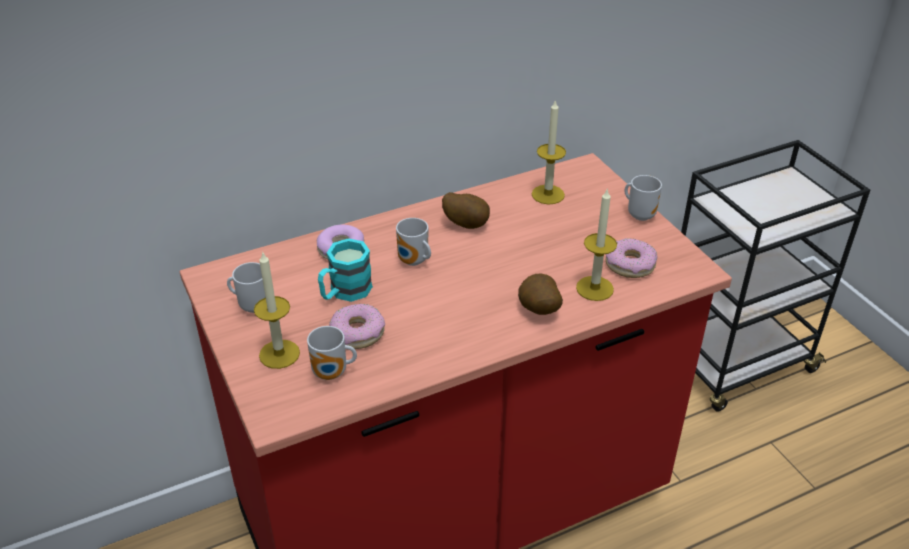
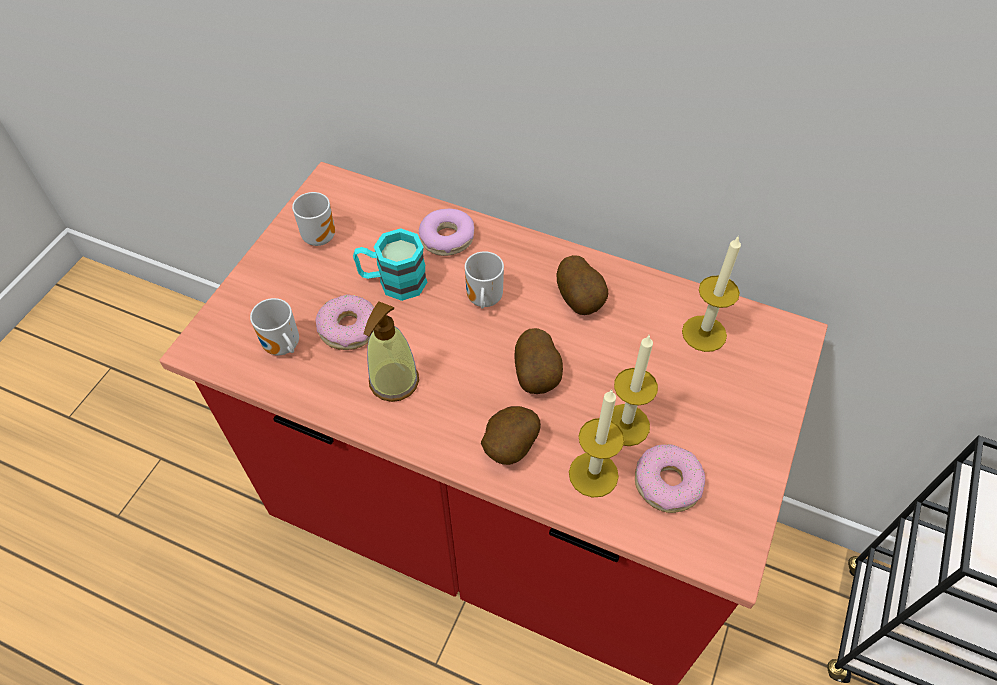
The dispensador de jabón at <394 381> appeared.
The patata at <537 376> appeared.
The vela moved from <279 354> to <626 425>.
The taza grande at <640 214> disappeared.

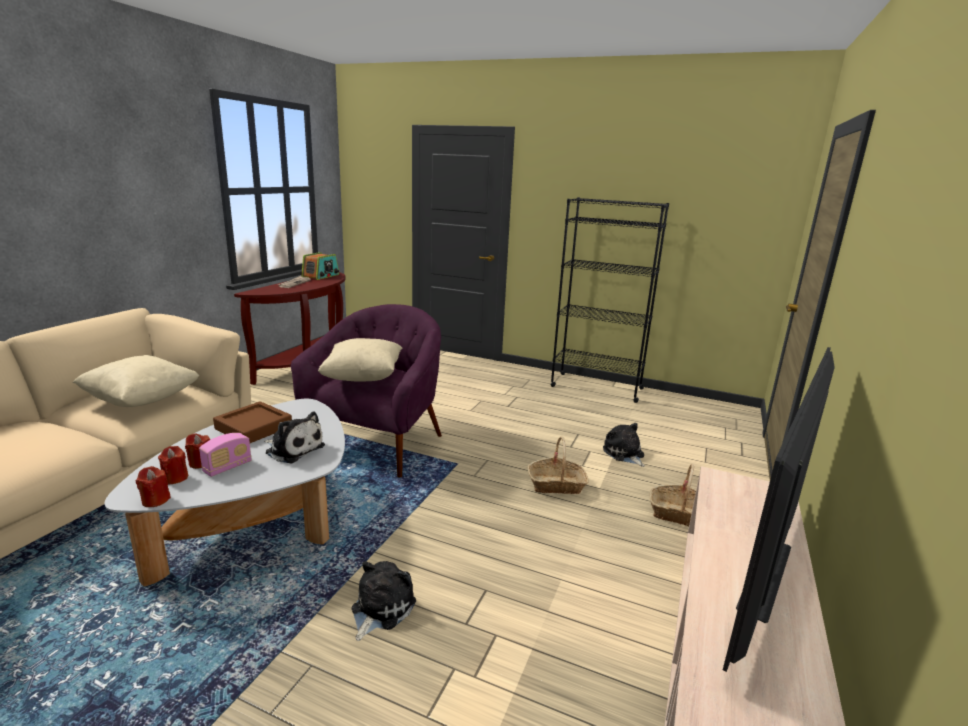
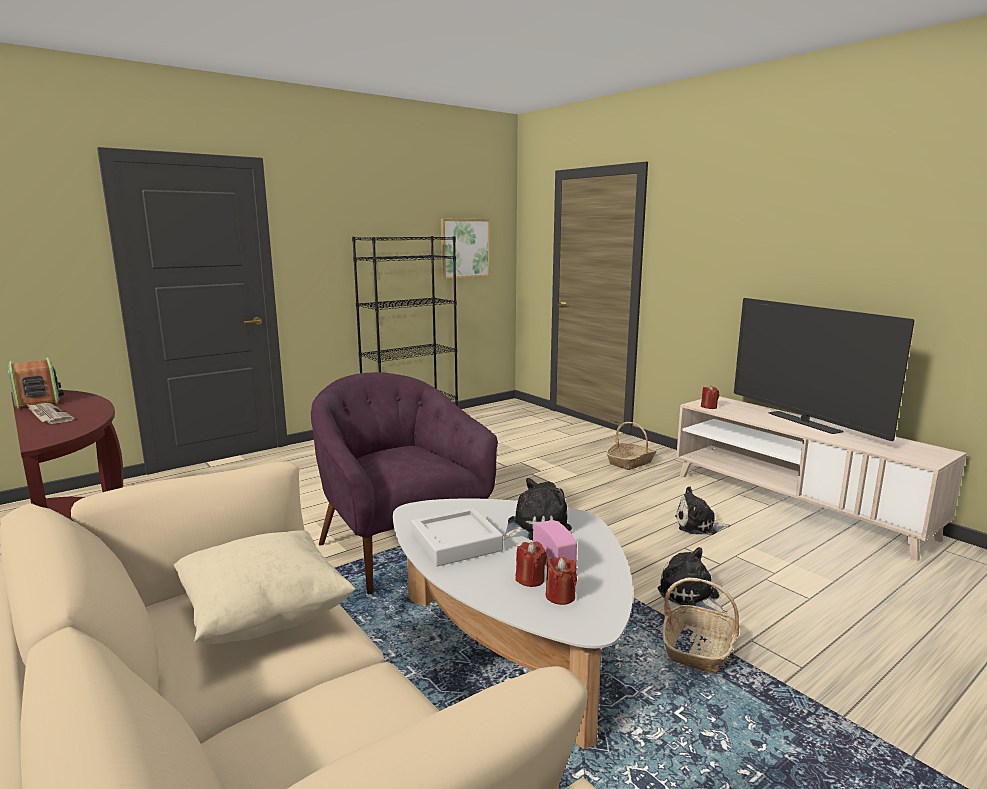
The bandeja (marrón) at <254 427> became the bandeja (gris) at <456 543>.
The cuadro at <465 248> appeared.
The cesta moved from <556 485> to <699 648>.
The peluche moved from <624 454> to <698 526>.
The vela (rojo) moved from <155 500> to <709 407>.
The cojín (beis) at <363 378> disappeared.

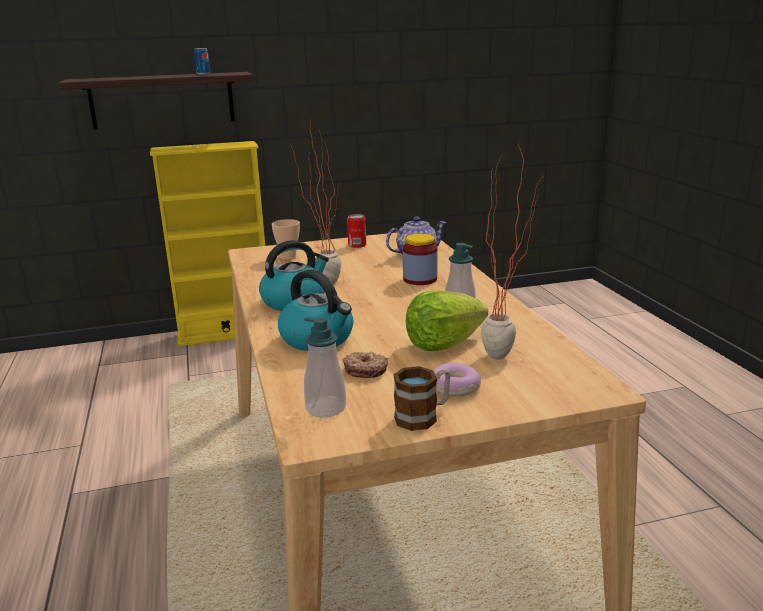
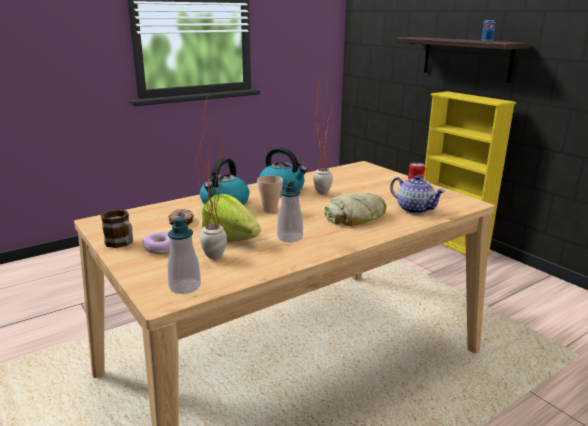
The dispensador de jabón moved from <325 408> to <185 287>.
The taza moved from <288 257> to <270 210>.
The tarro at <420 279> was replaced by the pan at <355 217>.

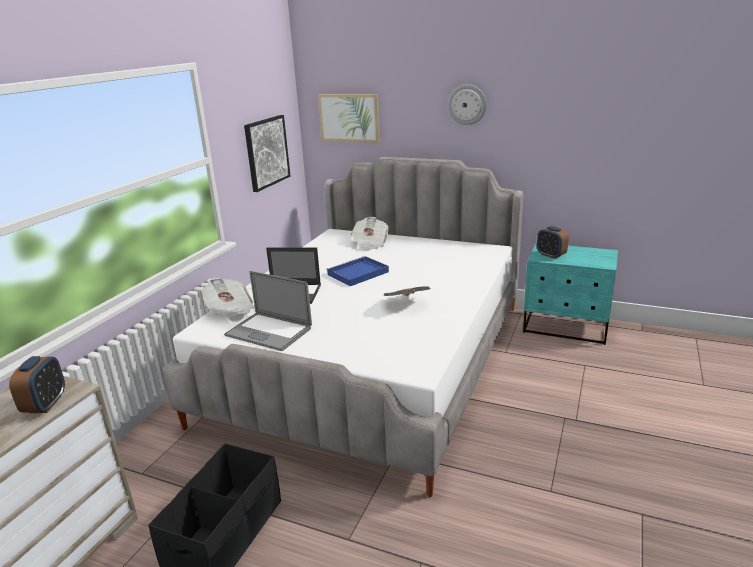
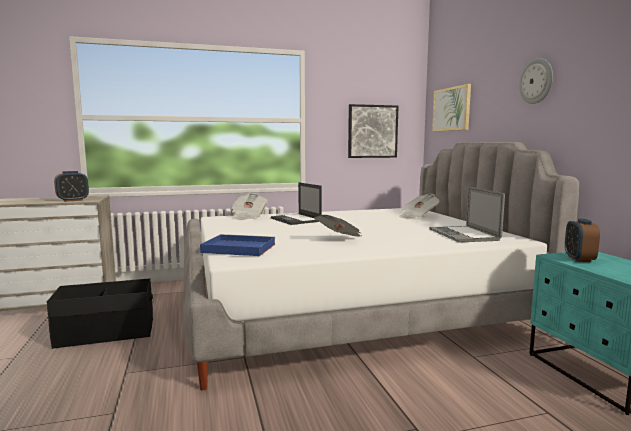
The bandeja (azul) moved from <357 274> to <237 248>.
The portátil moved from <268 332> to <463 234>.

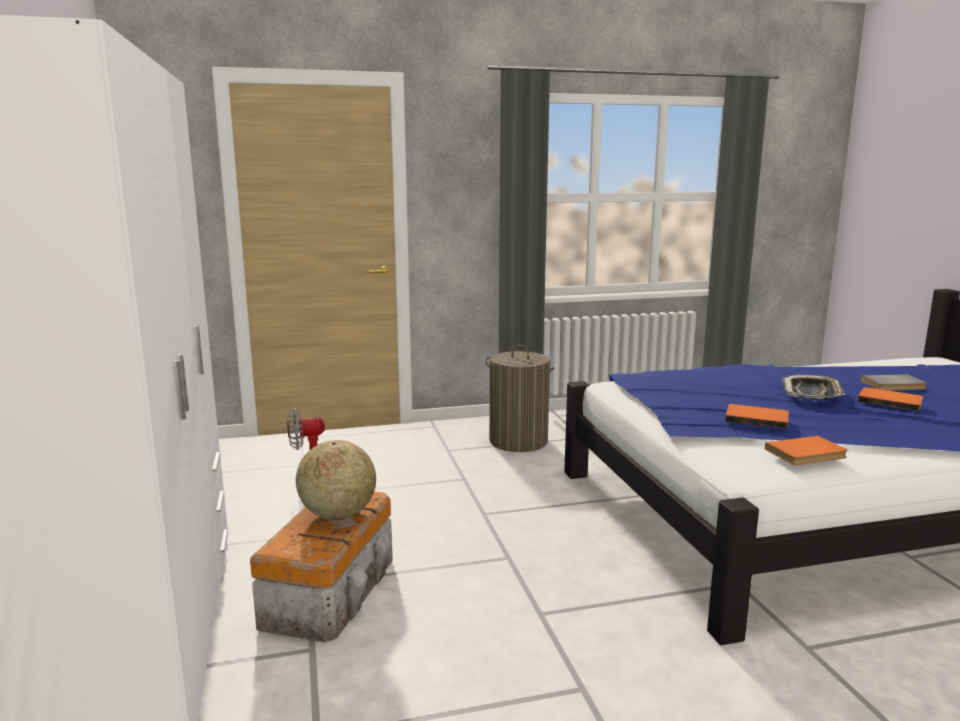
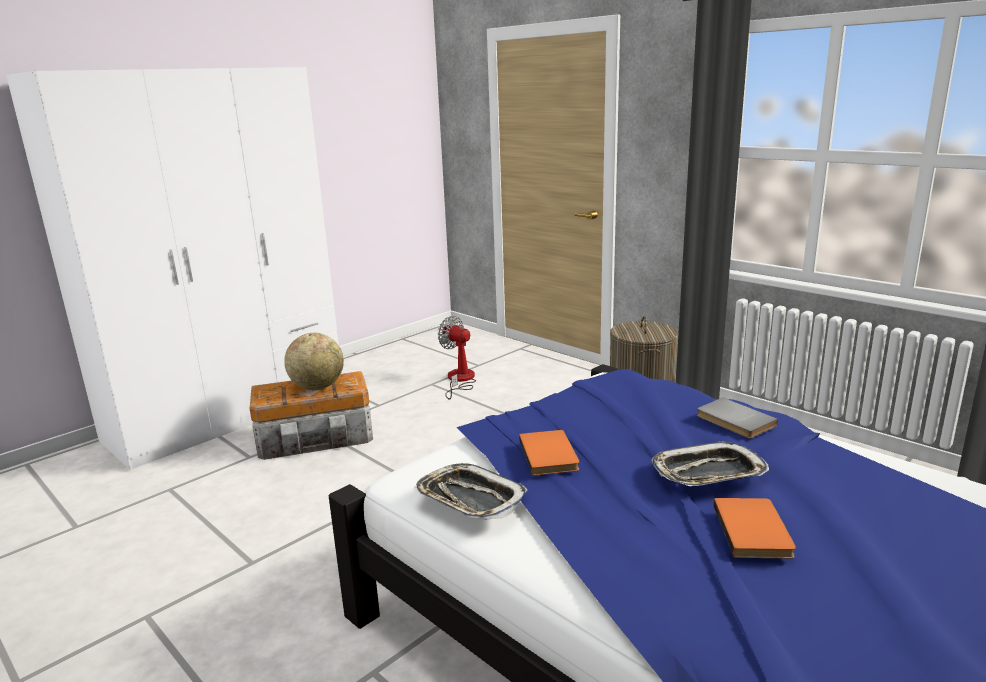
The libro (naranja) at <807 454> was replaced by the bandeja at <470 499>.
The libro (gris) moved from <894 385> to <734 421>.

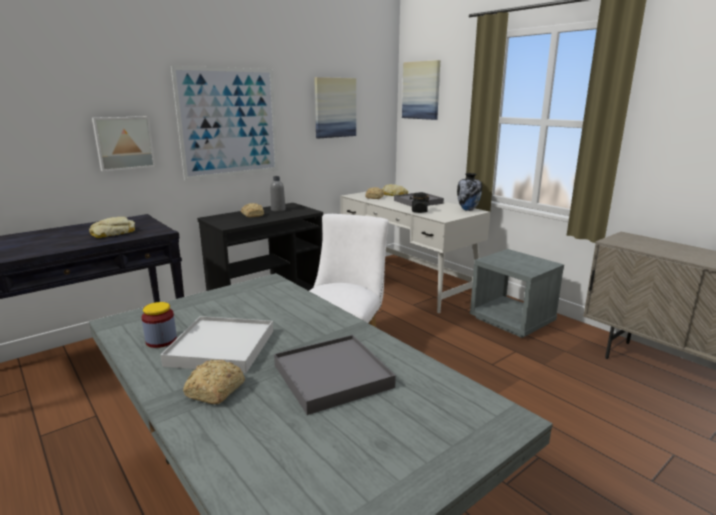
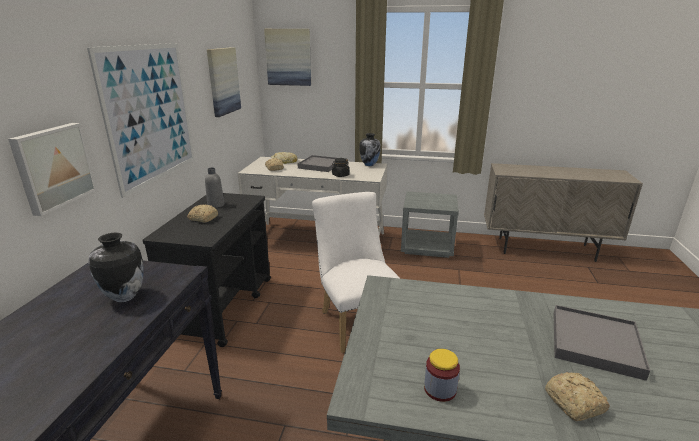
The pan at <113 233> was replaced by the florero at <124 297>.
The bandeja (blanco) at <221 348> disappeared.

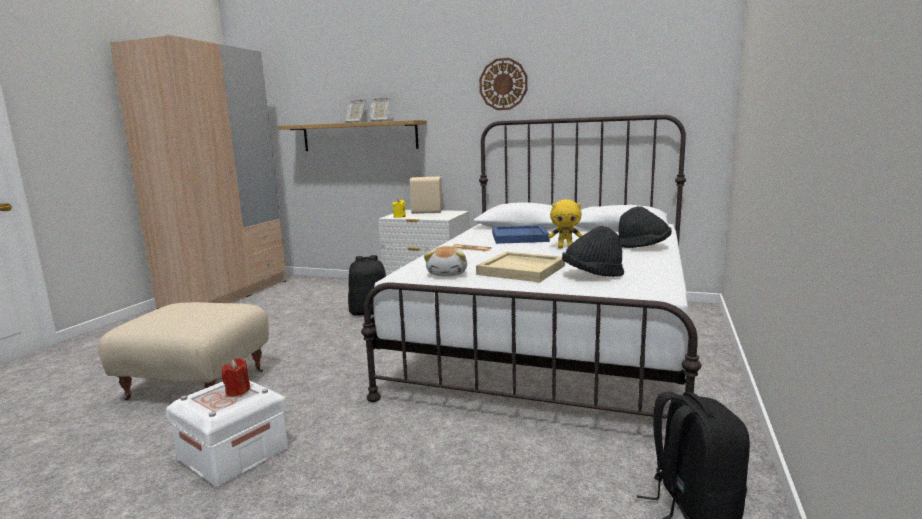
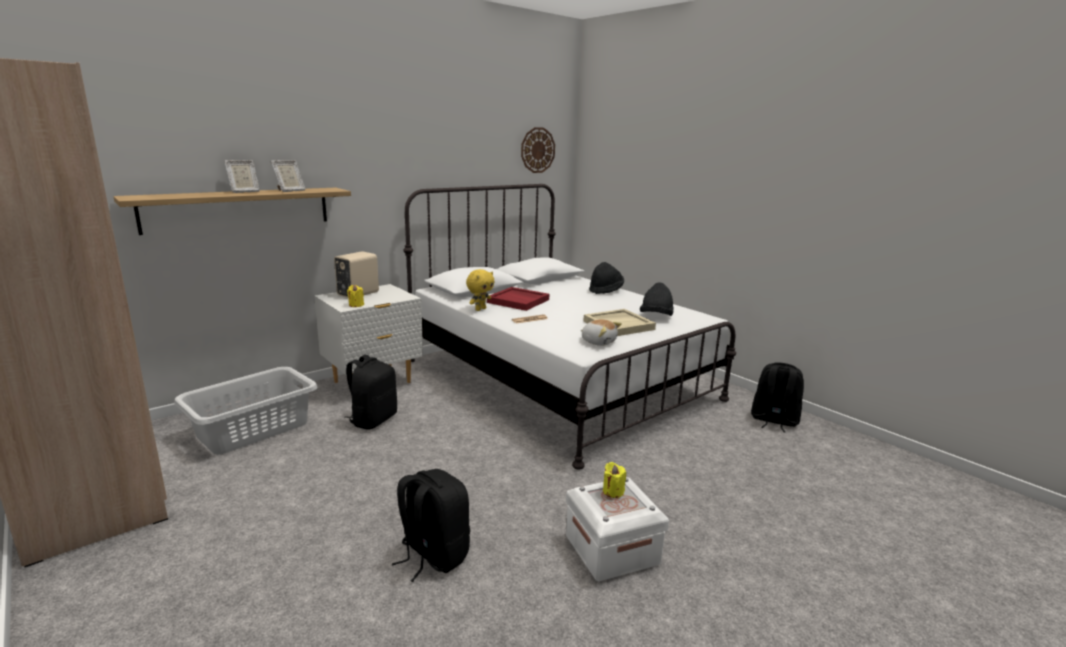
The cesto de la ropa (gris) at <254 429> appeared.
The puf (beis) at <196 385> was replaced by the mochila (negro) at <433 555>.
The peluche (amarillo) moved from <565 247> to <480 309>.
The bandeja (azul) at <520 237> became the bandeja (rojo) at <519 301>.
The reloj de pared moved from <503 84> to <537 150>.
The vela (rojo) at <238 391> became the vela (amarillo) at <613 491>.

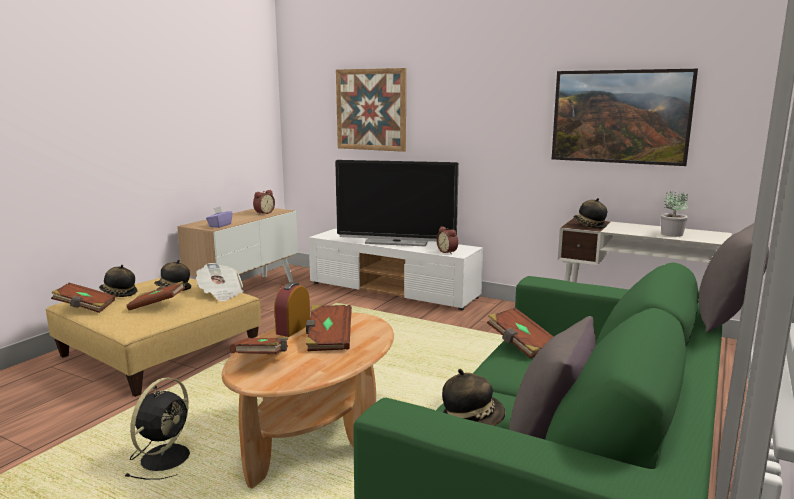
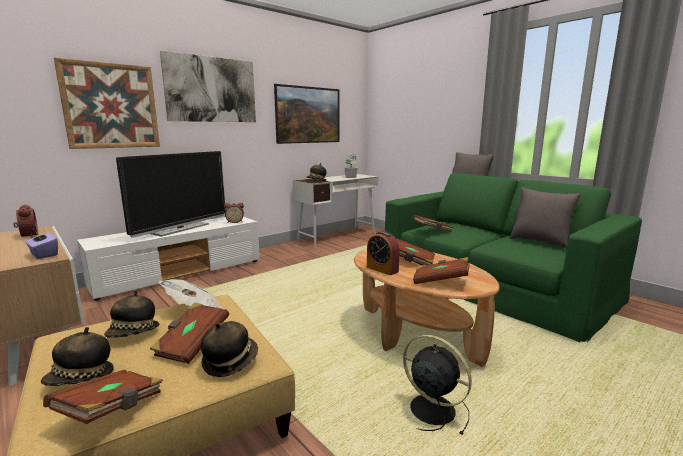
The cuadro at <211 89> appeared.
The sombrero moved from <472 420> to <230 361>.

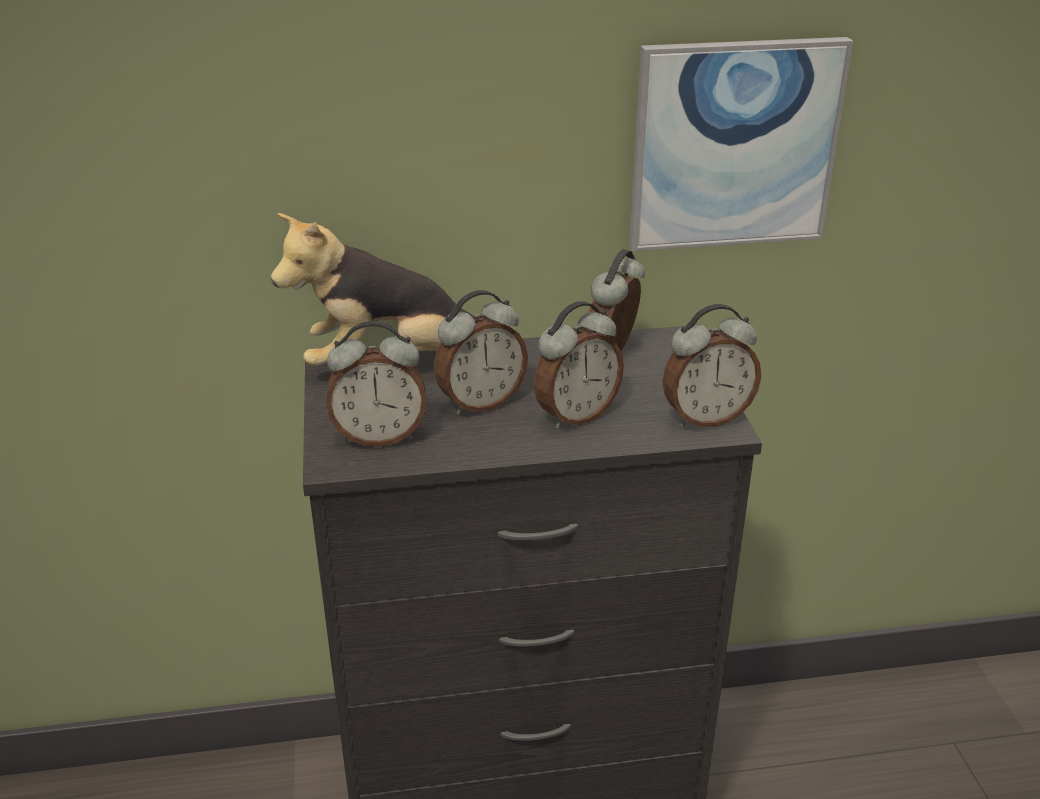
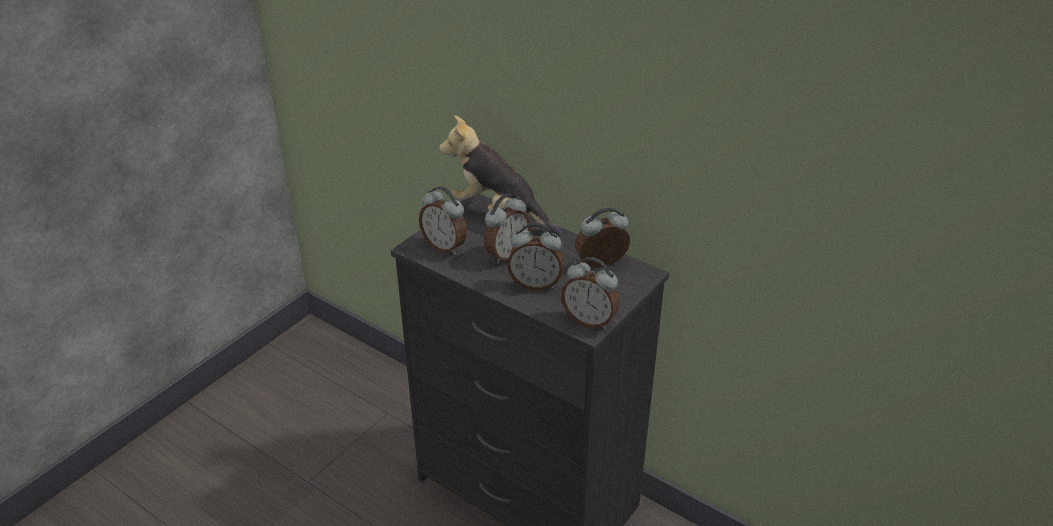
The despertador at <480 402> turned 60 degrees counterclockwise.
The cuadro at <734 144> disappeared.

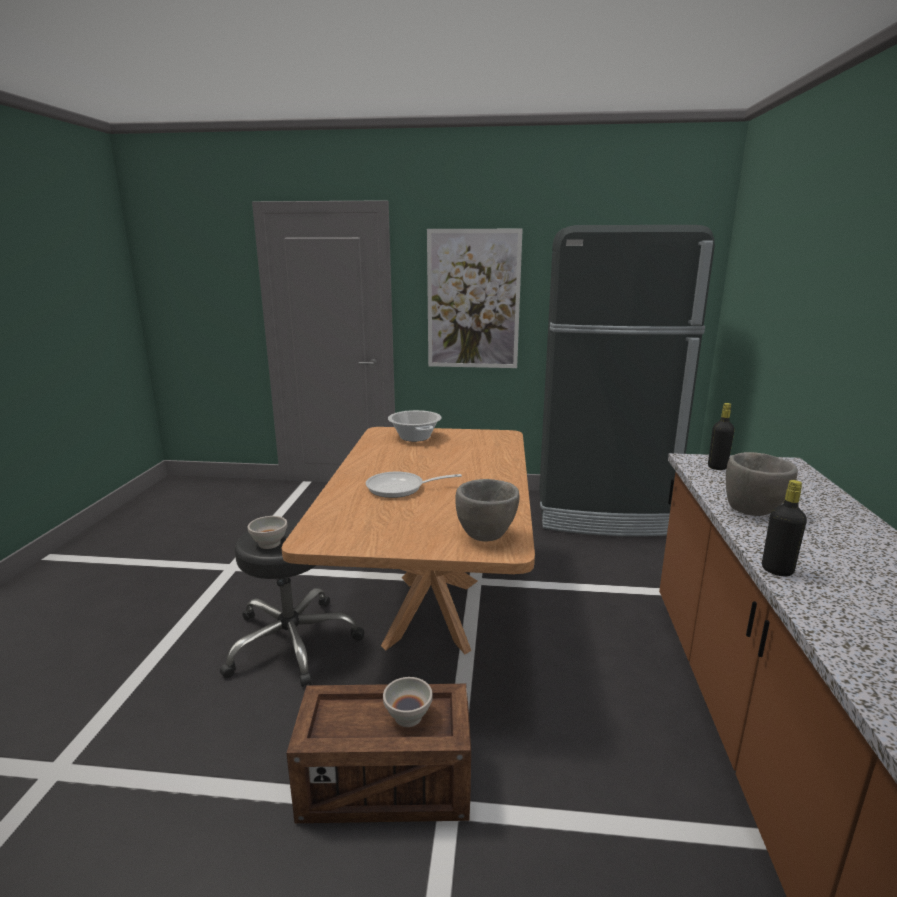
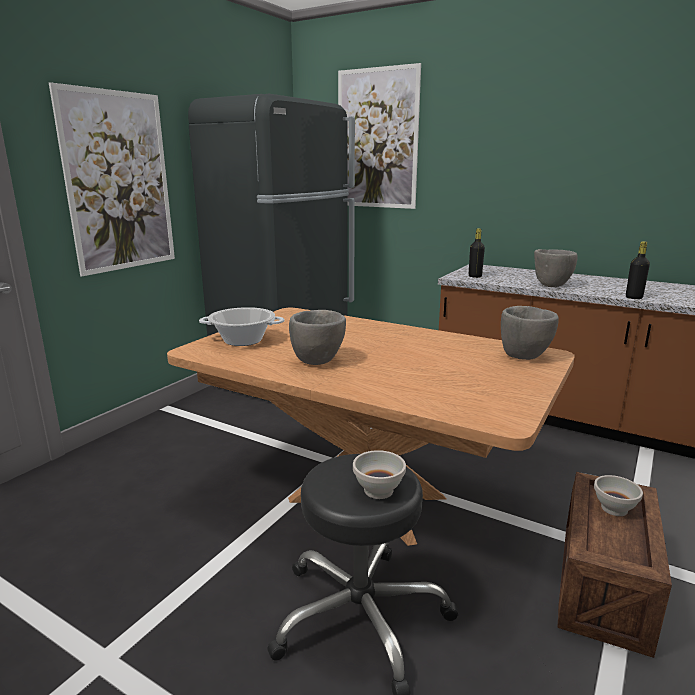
The cuenco (gris) at <318 361> appeared.
The cuadro at <377 139> appeared.
The sartén at <400 488> disappeared.

